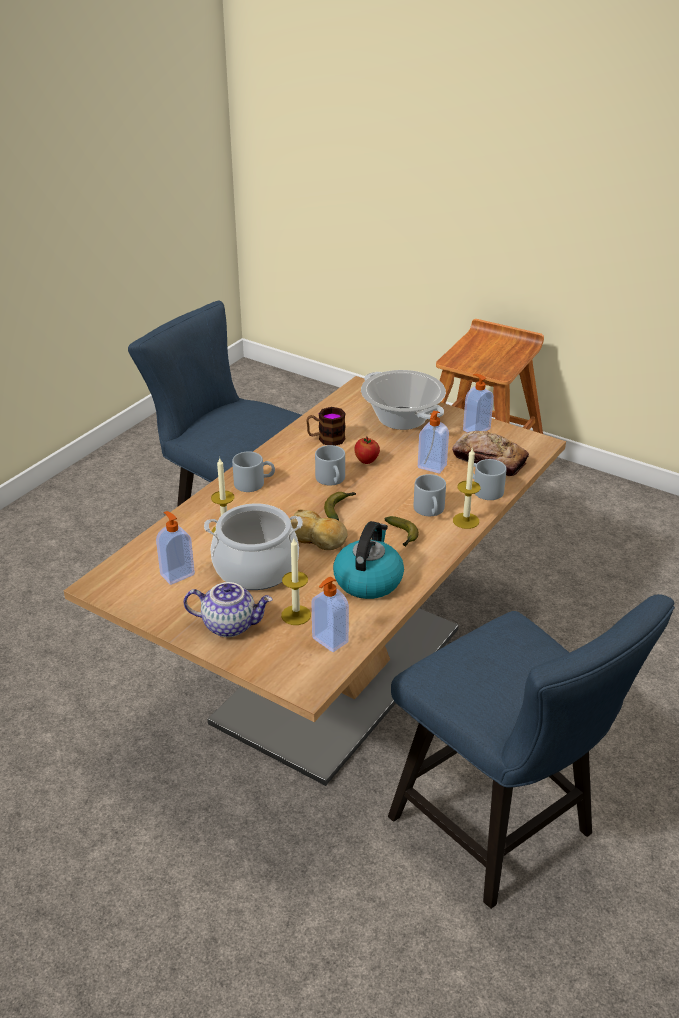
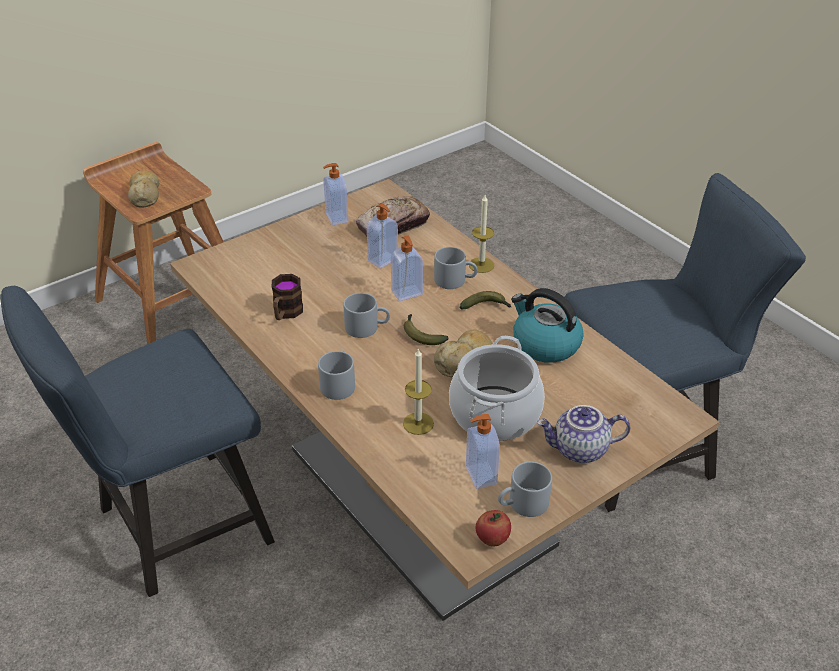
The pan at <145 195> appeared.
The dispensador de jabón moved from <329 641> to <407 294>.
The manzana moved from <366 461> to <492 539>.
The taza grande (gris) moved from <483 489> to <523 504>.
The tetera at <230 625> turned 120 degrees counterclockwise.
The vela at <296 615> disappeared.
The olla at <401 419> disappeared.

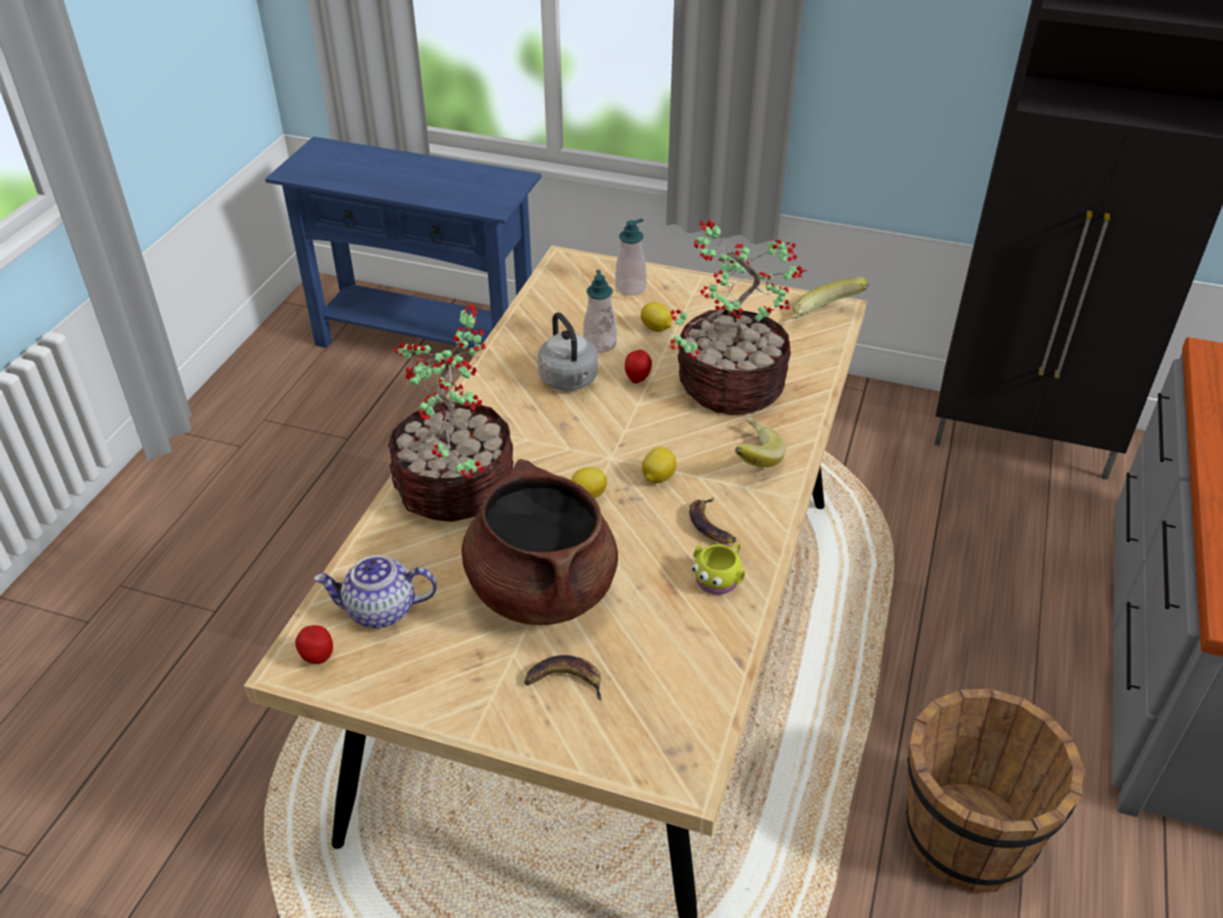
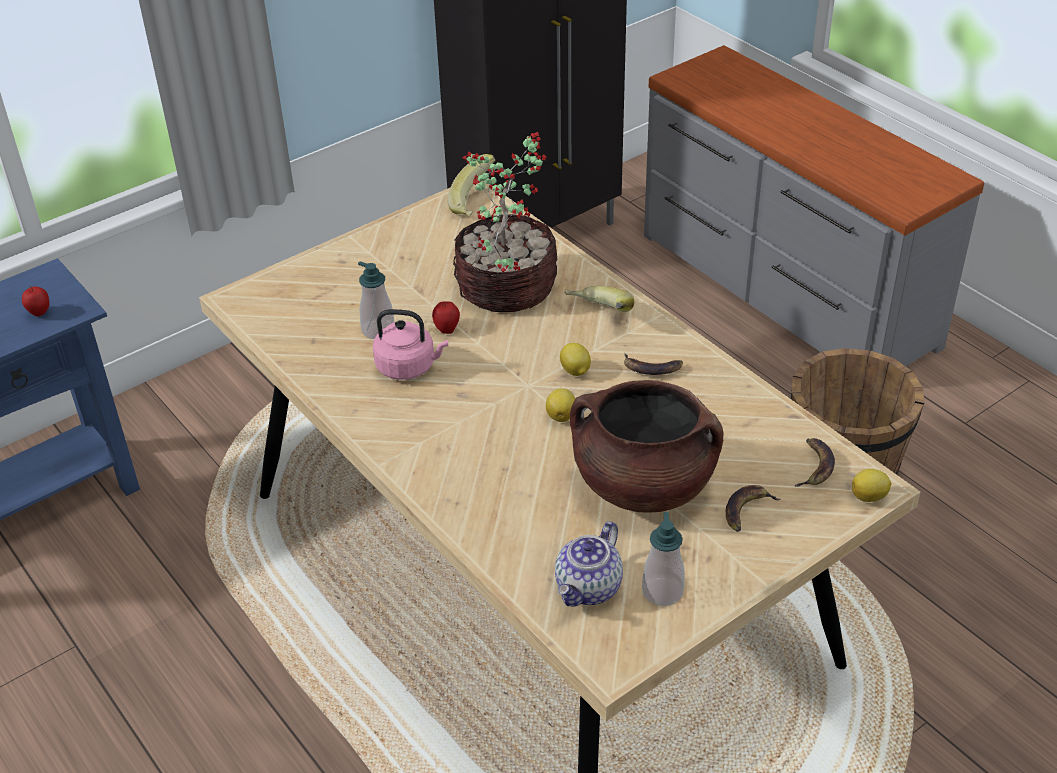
The manzana moved from <318 659> to <39 313>.
The hervidor (gris) at <570 381> became the hervidor (rosa) at <409 367>.
The dispensador de jabón moved from <630 287> to <662 591>.
The plátano at <814 466> appeared.
The limón moved from <656 329> to <869 497>.
The planta en maceta at <456 489> disappeared.
The taza grande (amarillo) at <719 578> disappeared.

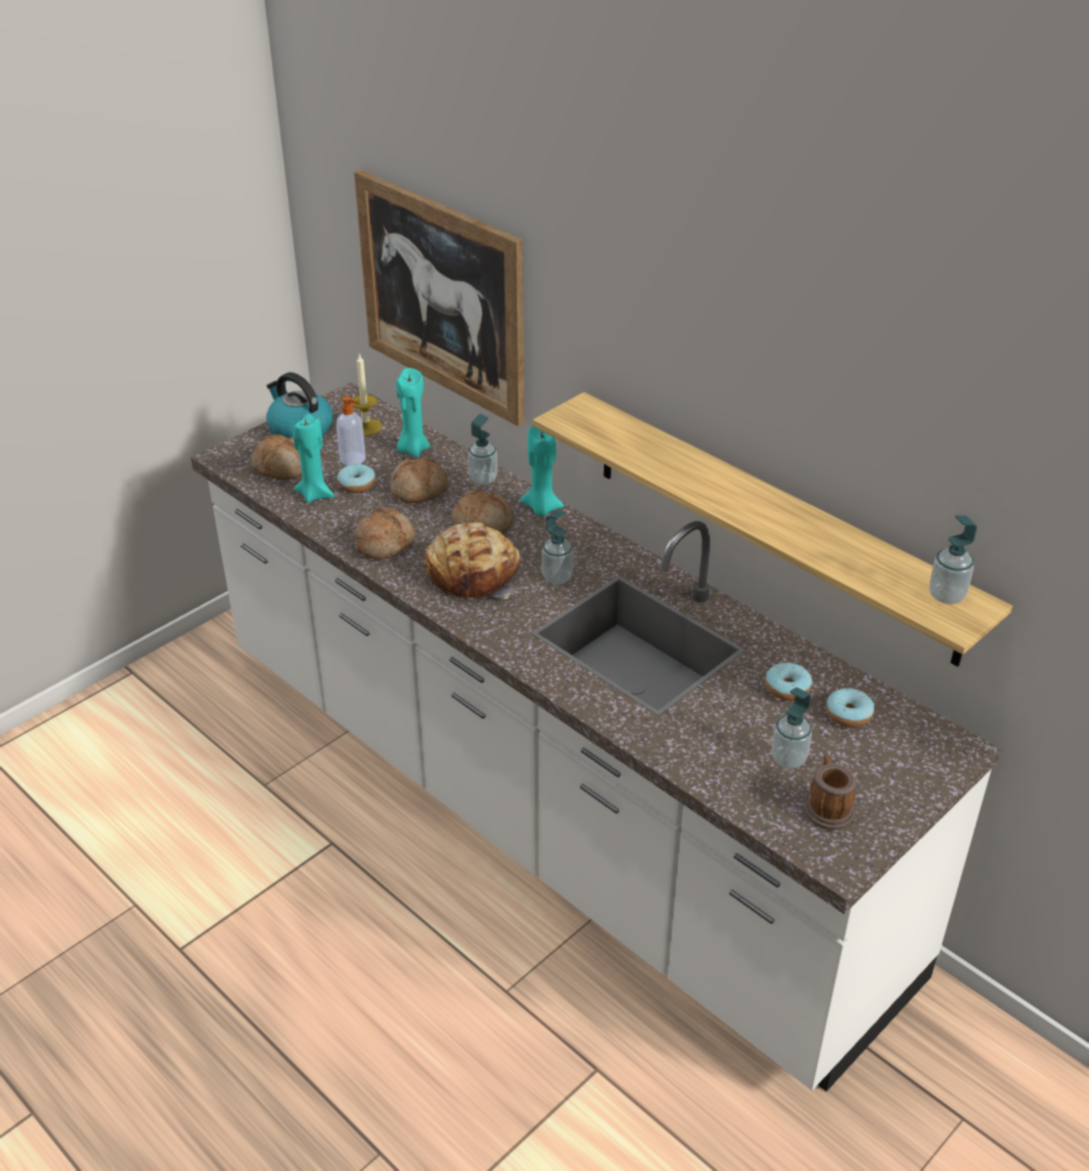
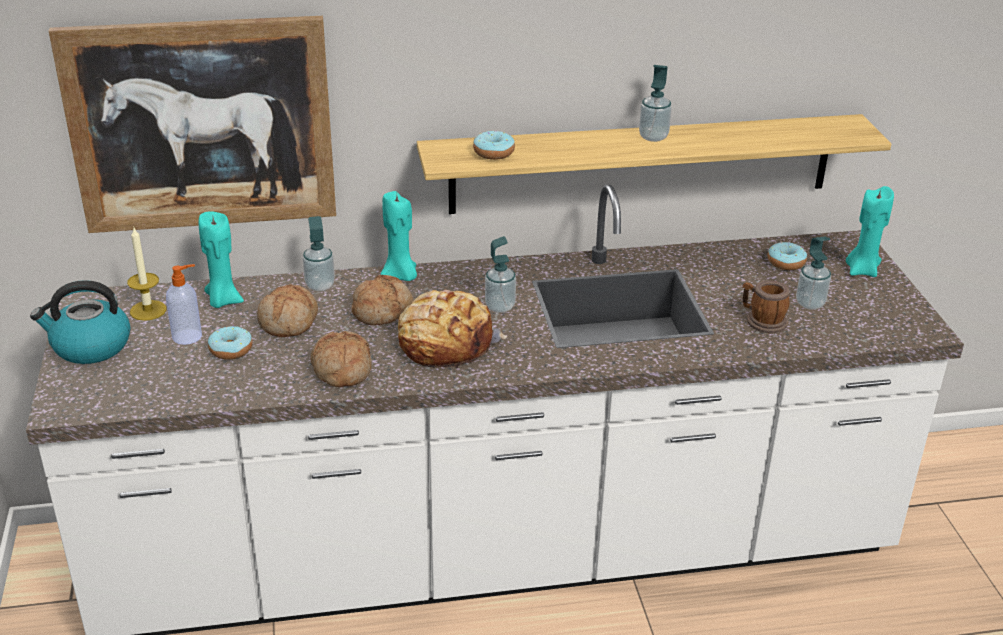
The rosquilla moved from <787 688> to <493 152>.
The dispensador de jabón moved from <946 595> to <653 137>.
The taza grande moved from <827 807> to <762 321>.
The vela (turquesa) moved from <315 494> to <862 270>.
The pan at <282 467> disappeared.

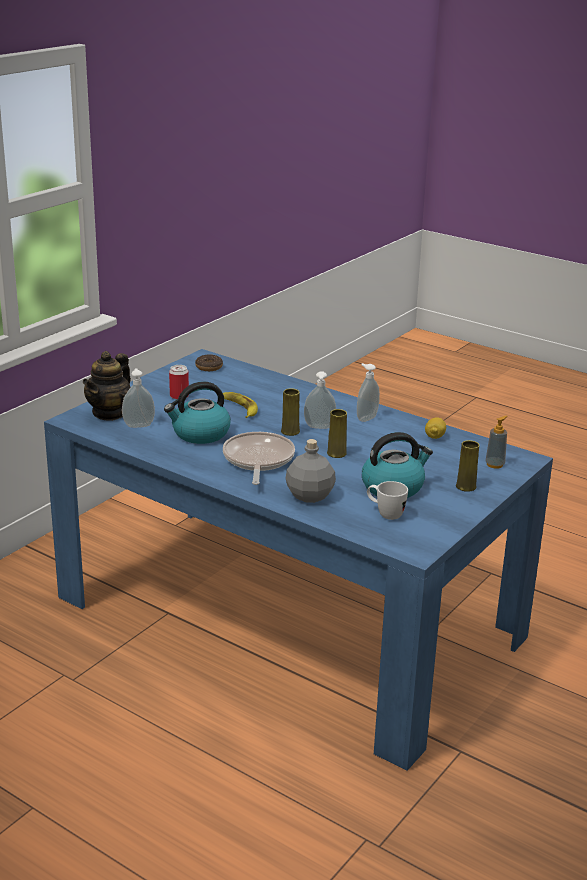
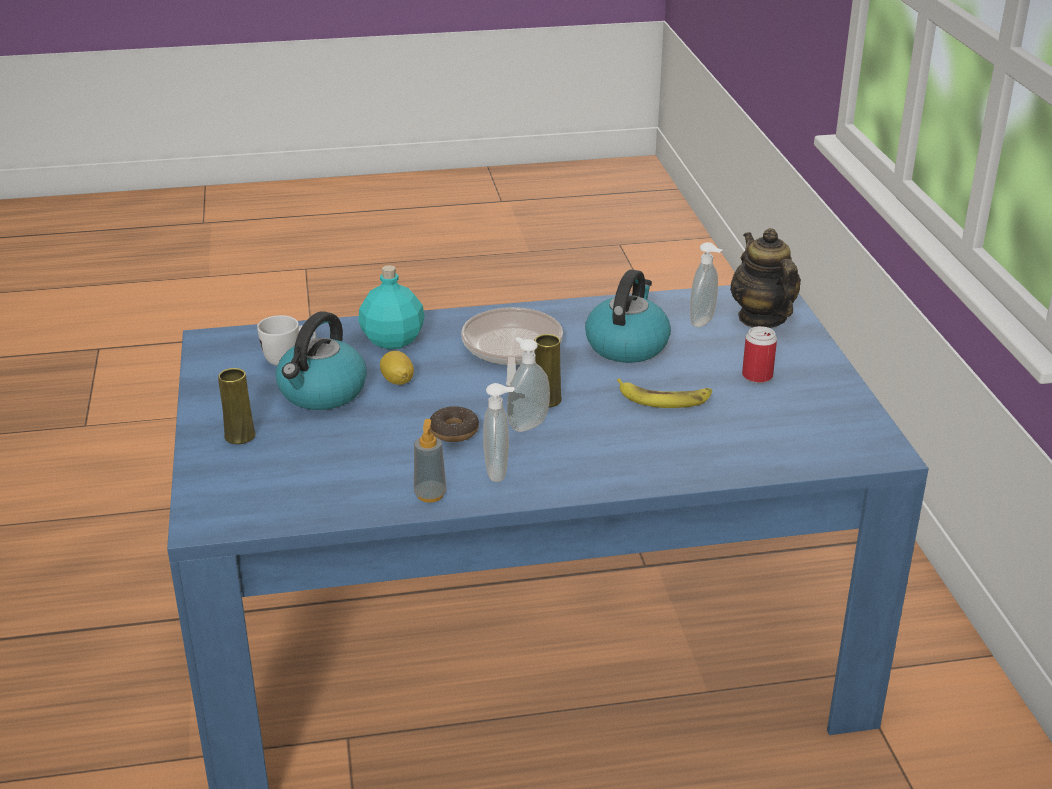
The botella (gris) at <309 495> became the botella (turquesa) at <393 340>.
The limón moved from <434 437> to <397 381>.
The dispensador de jabón moved from <495 464> to <430 495>.
The rosquilla moved from <209 367> to <454 431>.
The sartén at <258 460> turned 135 degrees counterclockwise.
The florero (amarillo) at <336 453> disappeared.

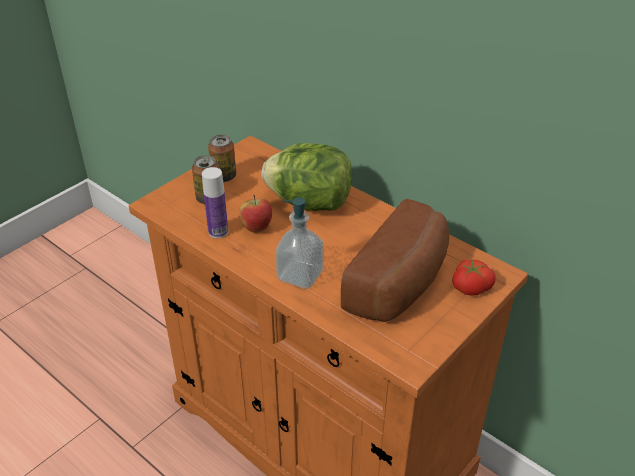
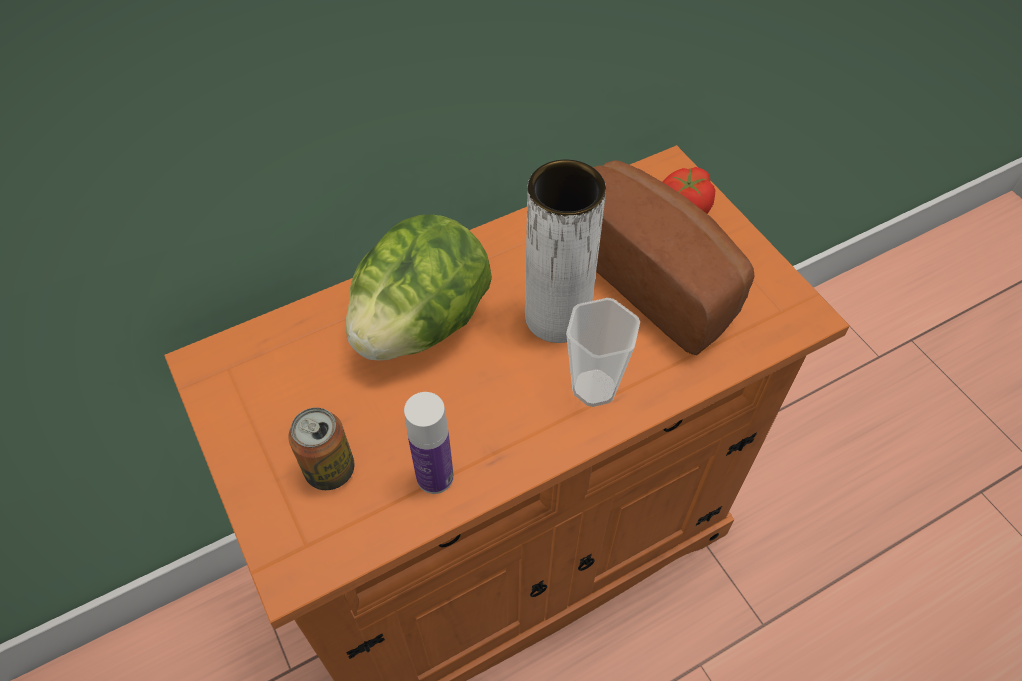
The florero (blanco) at <557 317> appeared.
The dispensador de jabón at <300 275> was replaced by the taza at <594 388>.
The lata at <224 177> disappeared.
The manzana at <257 228> disappeared.

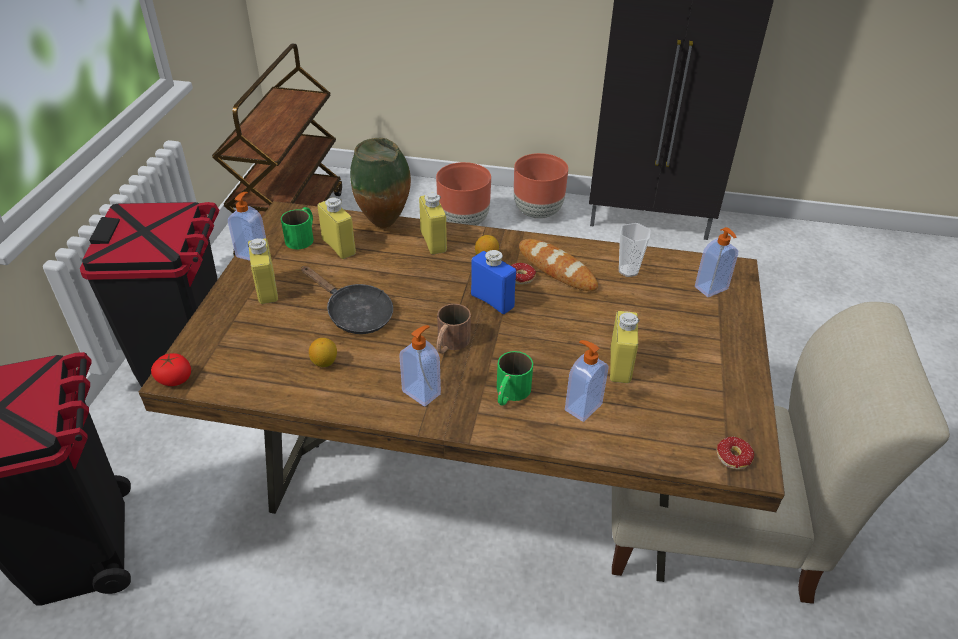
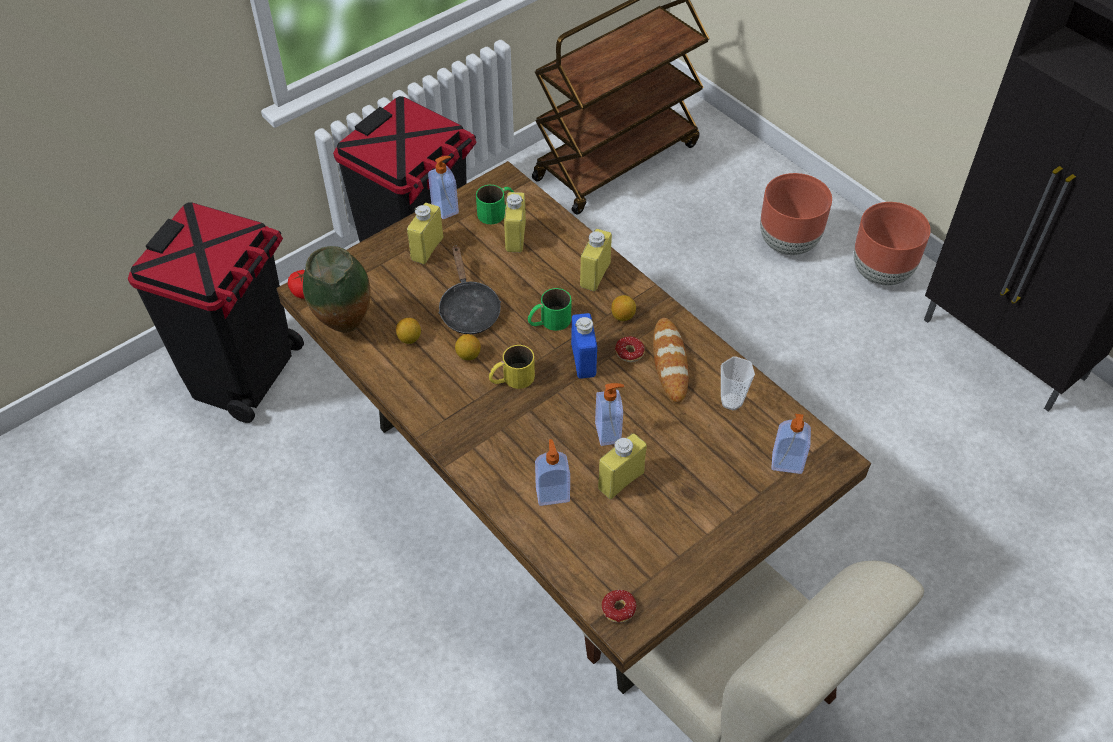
The florero moved from <385 226> to <346 329>.
The limón at <468 355> appeared.
The taza grande (marrón) at <450 344> became the taza grande (amarillo) at <511 379>.
The taza grande (verde) moved from <510 394> to <549 321>.
The dispensador de jabón moved from <422 392> to <609 433>.

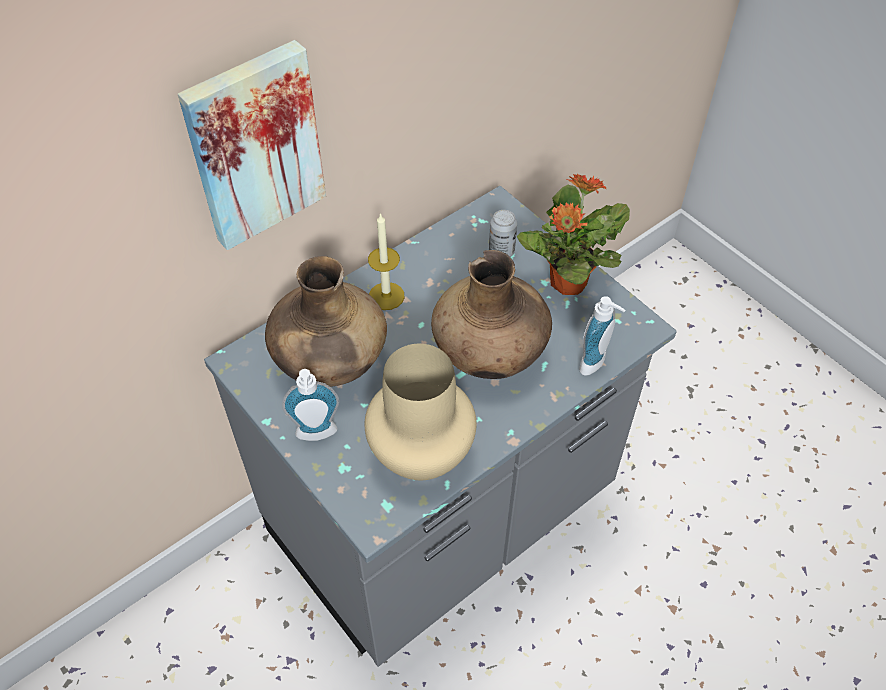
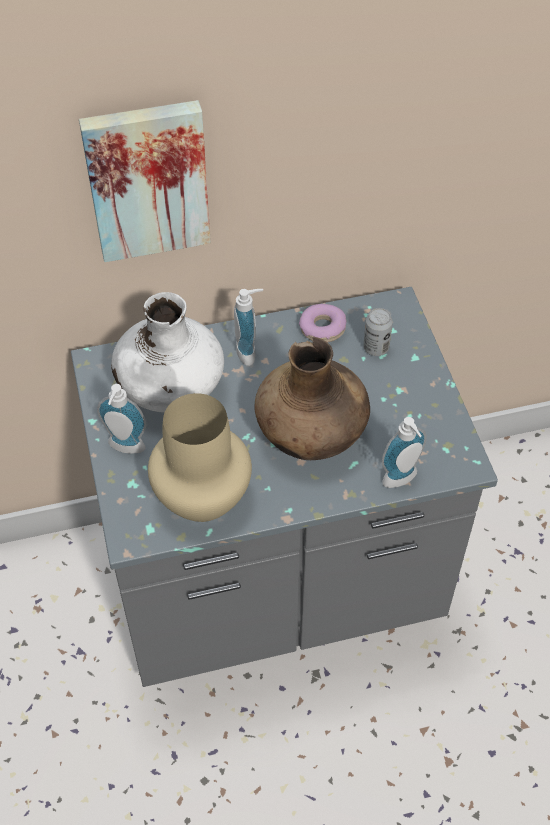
The florero (marrón) at <330 362> became the florero (blanco) at <170 391>.
The vela at <386 296> was replaced by the dispensador de jabón at <250 351>.
The rosquilla at <322 328> appeared.
The planta en maceta at <567 283> disappeared.

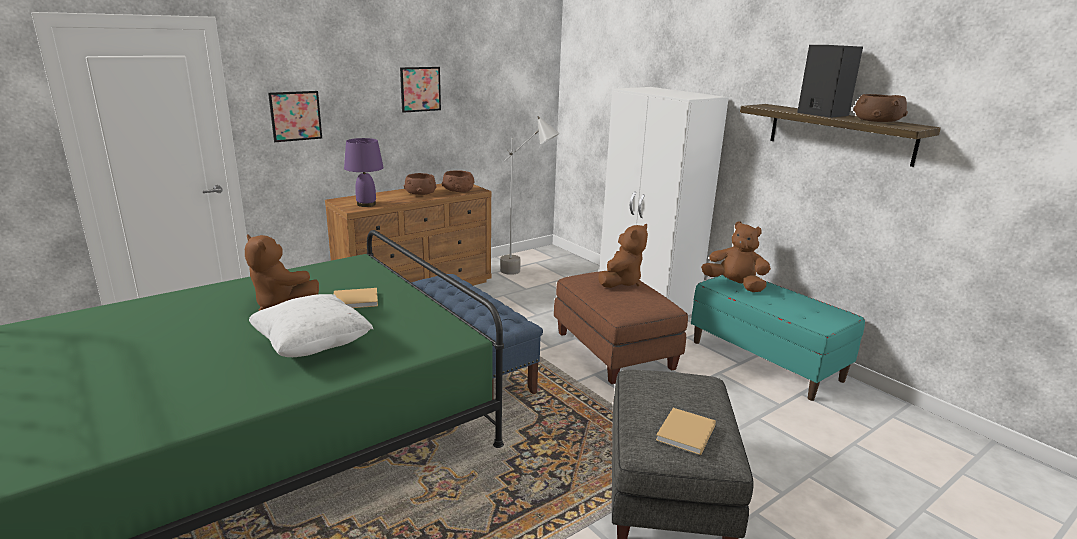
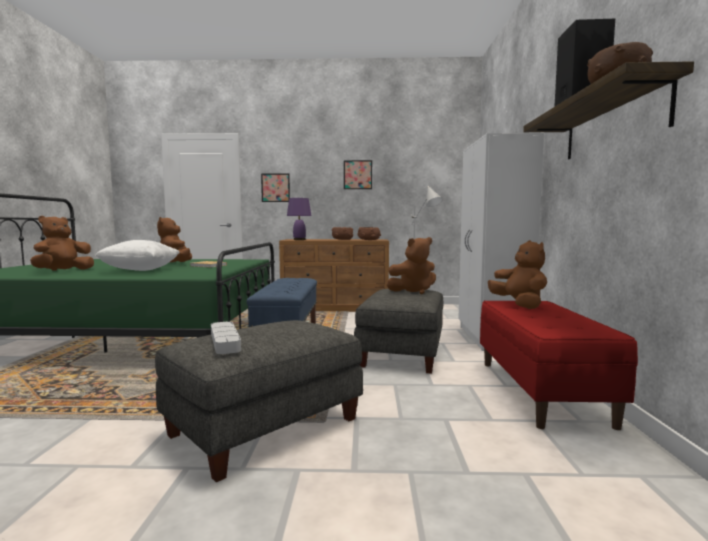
The peluche (marrón) at <63 271> appeared.
The libro (beis) at <685 434> was replaced by the bandeja (gris) at <225 341>.
The puf (marrón) at <615 350> became the puf (gris) at <403 353>.
The banco (turquesa) at <766 360> became the banco (rojo) at <541 391>.

